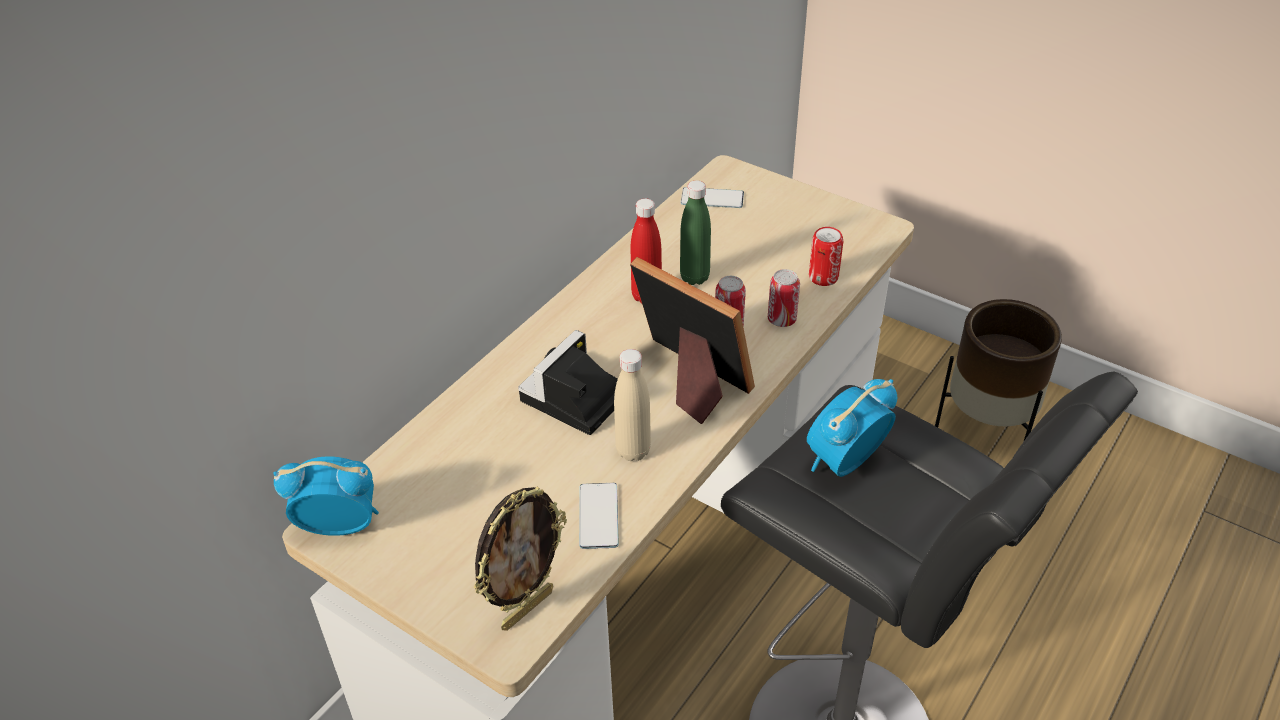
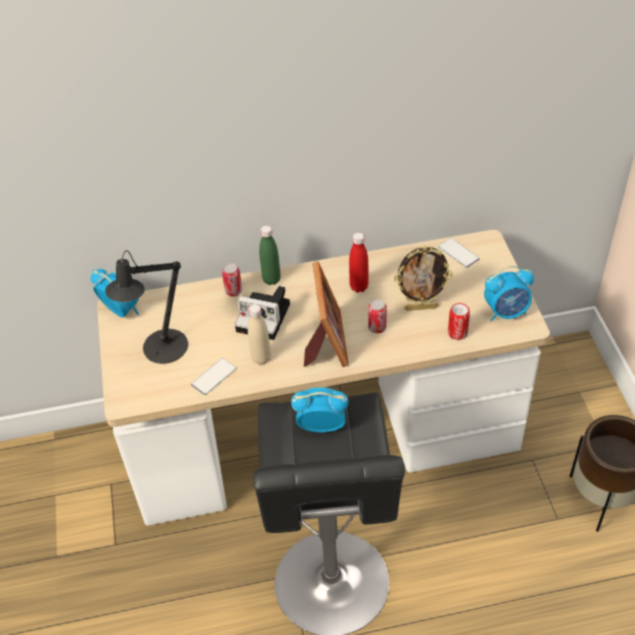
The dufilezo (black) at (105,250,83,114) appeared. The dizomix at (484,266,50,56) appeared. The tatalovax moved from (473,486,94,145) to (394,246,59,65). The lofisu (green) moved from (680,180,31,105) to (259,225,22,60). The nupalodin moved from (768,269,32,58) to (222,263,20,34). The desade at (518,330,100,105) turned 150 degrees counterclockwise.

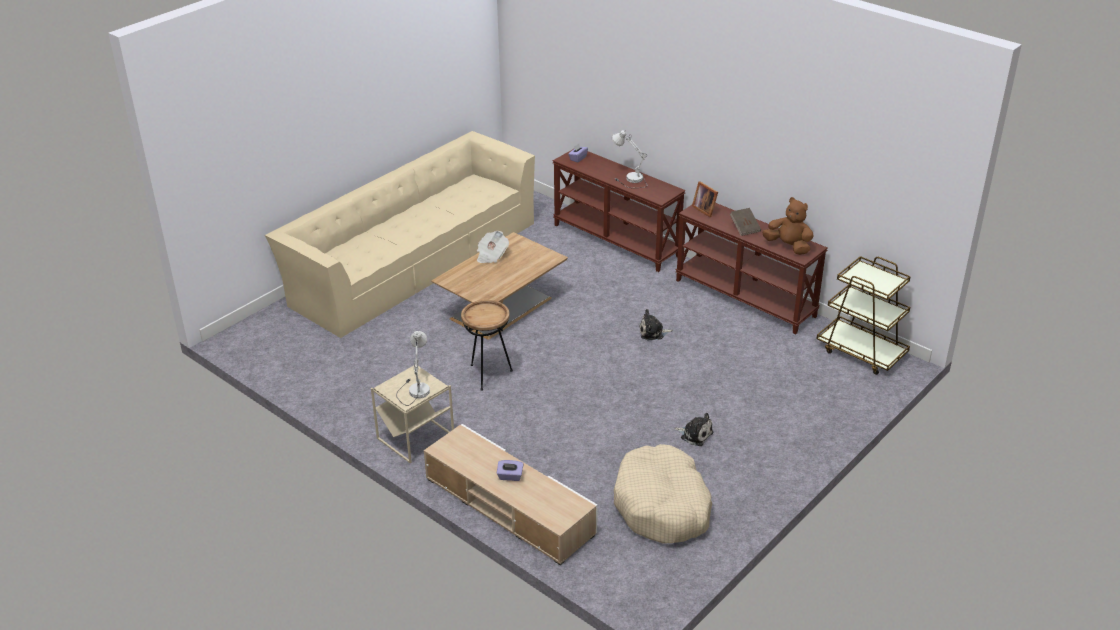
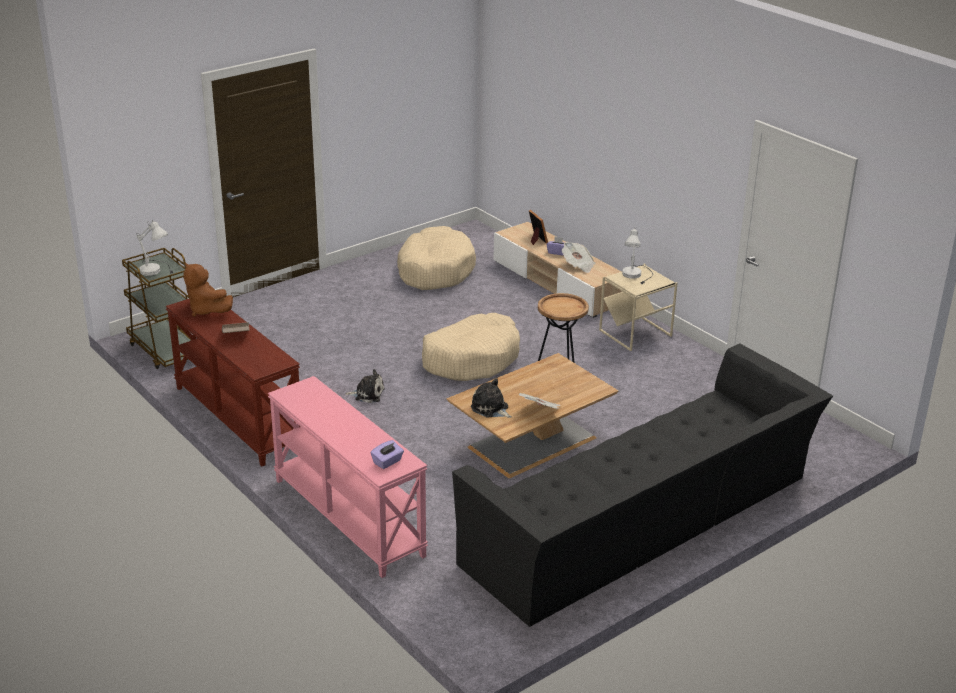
The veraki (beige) at (422,313,98,68) appeared. The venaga at (562,242,34,31) appeared. The dufilezo (white) moved from (612,130,35,58) to (136,220,37,56). The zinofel moved from (674,413,39,33) to (471,378,41,40). The tatalovax moved from (692,181,26,36) to (529,210,19,35). The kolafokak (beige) at (265,131,270,207) became the kolafokak (black) at (452,343,381,284). The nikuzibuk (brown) at (553,148,133,124) became the nikuzibuk (pink) at (268,376,160,202).

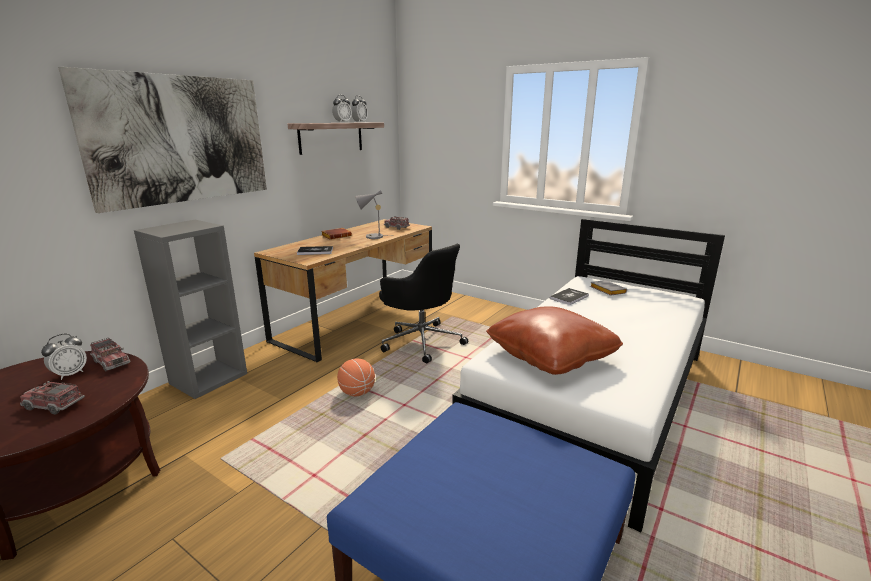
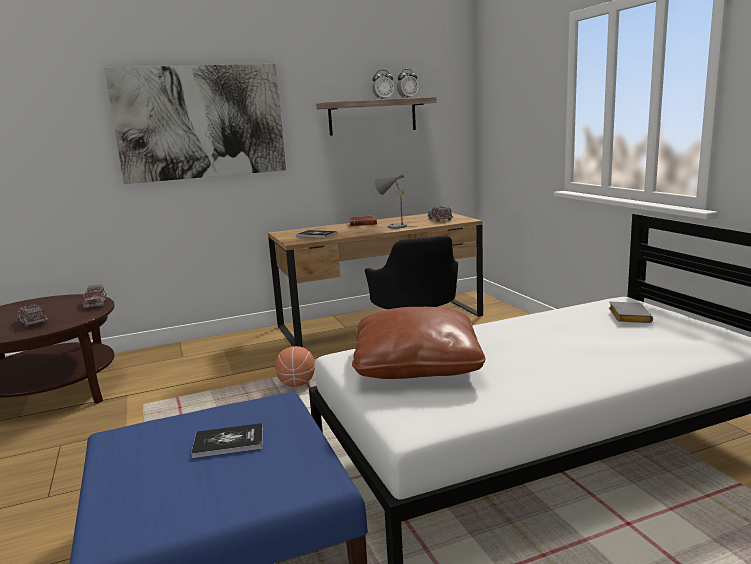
The dizomix at (41,334,46,46) disappeared. The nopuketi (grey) at (134,220,113,179) disappeared. The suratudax moved from (550,288,39,17) to (191,423,72,35).

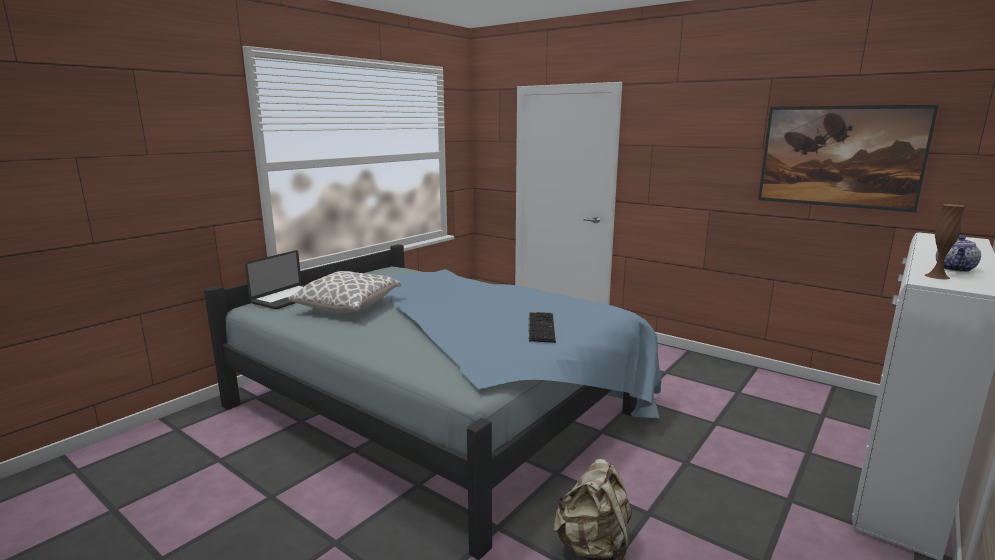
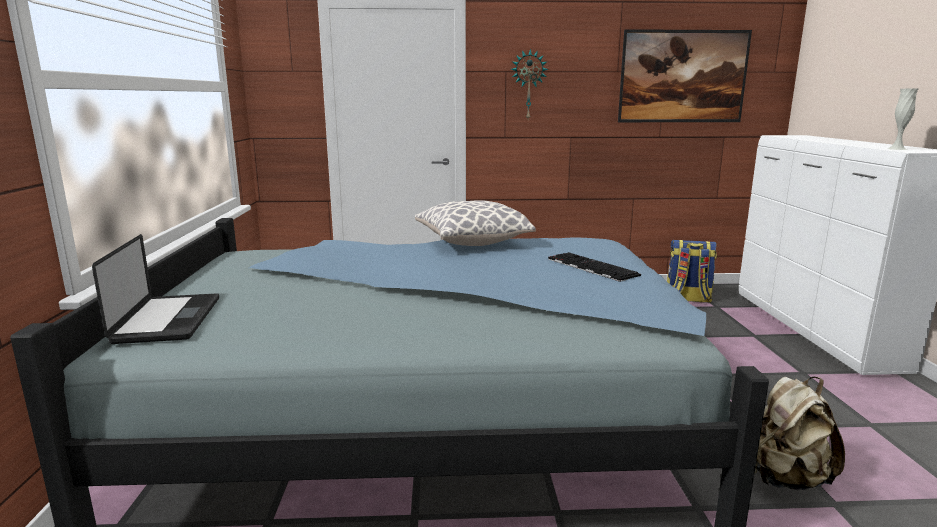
The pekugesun at (936,236,45,36) disappeared. The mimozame at (511,49,38,70) appeared. The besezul at (667,240,50,63) appeared. The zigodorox moved from (288,271,113,42) to (415,200,121,46). The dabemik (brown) at (925,204,40,76) became the dabemik (white) at (888,89,30,61).

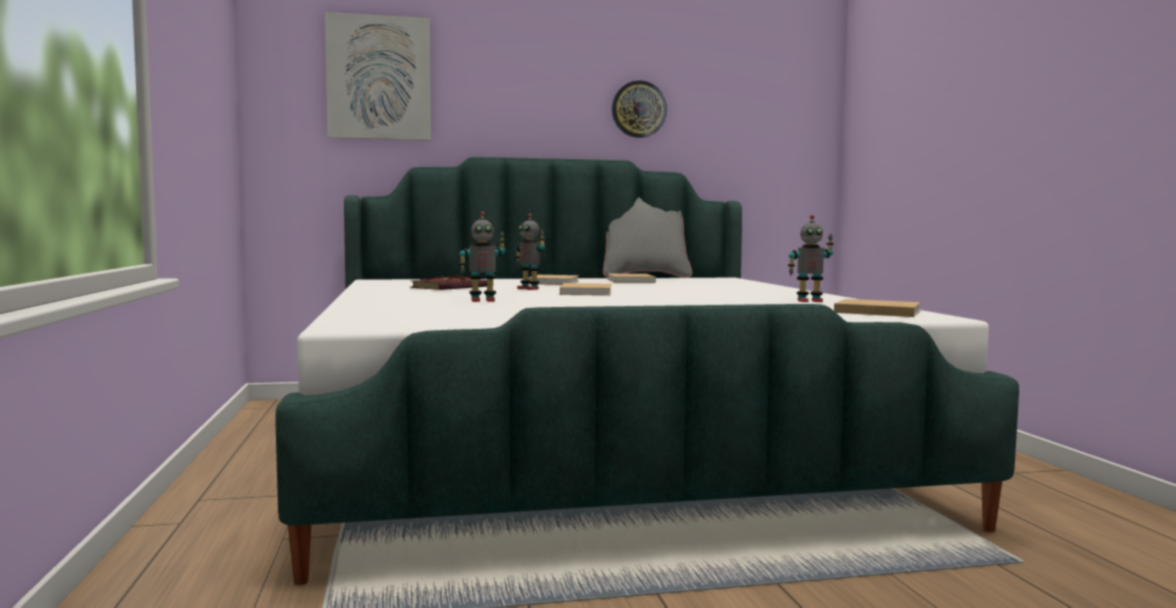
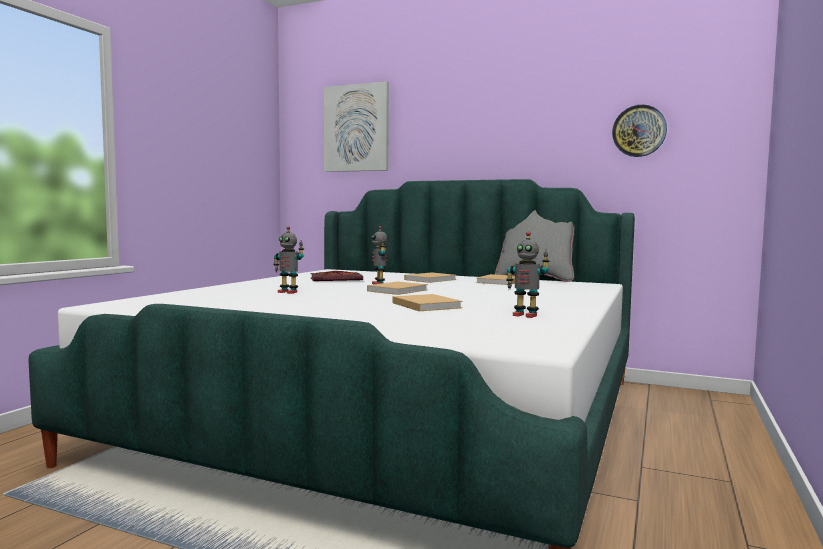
The mimozame moved from (612,80,55,58) to (612,105,55,52). The suratudax (beige) moved from (834,299,87,18) to (393,294,69,17).

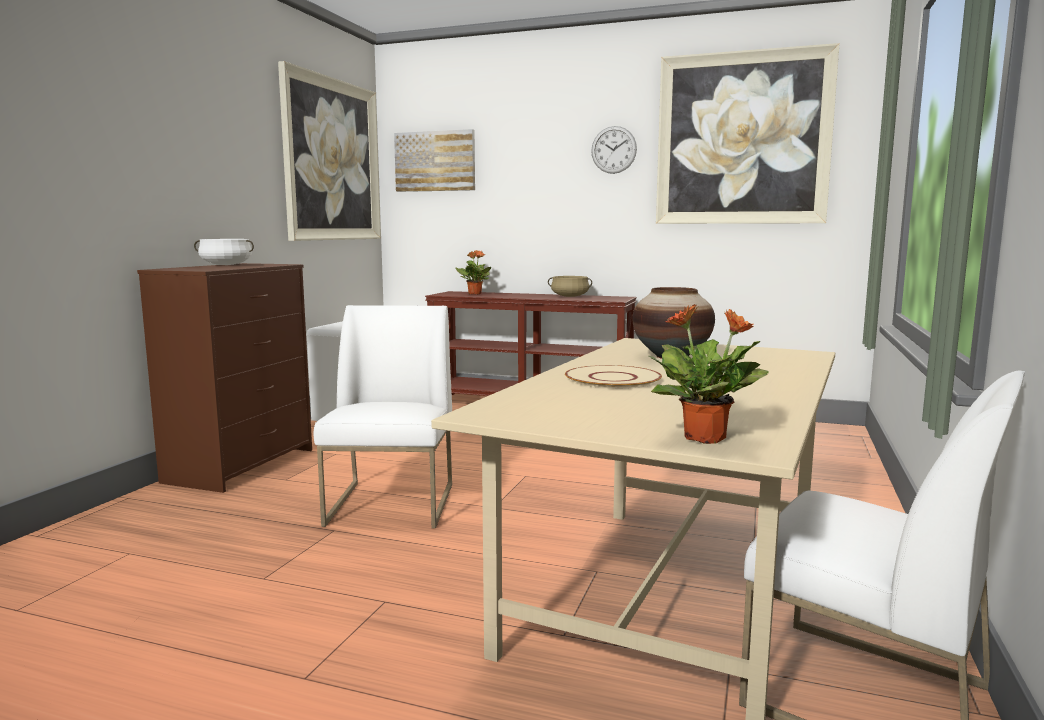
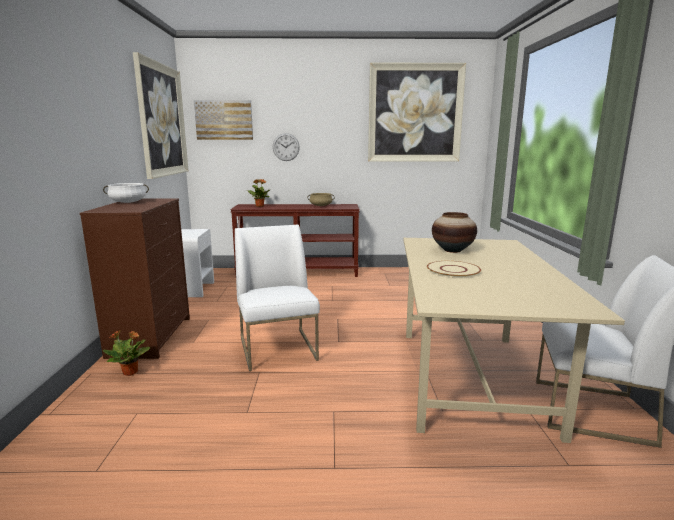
The mimozame moved from (591,126,46,48) to (273,133,27,28). The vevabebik moved from (648,304,121,140) to (103,330,47,46).

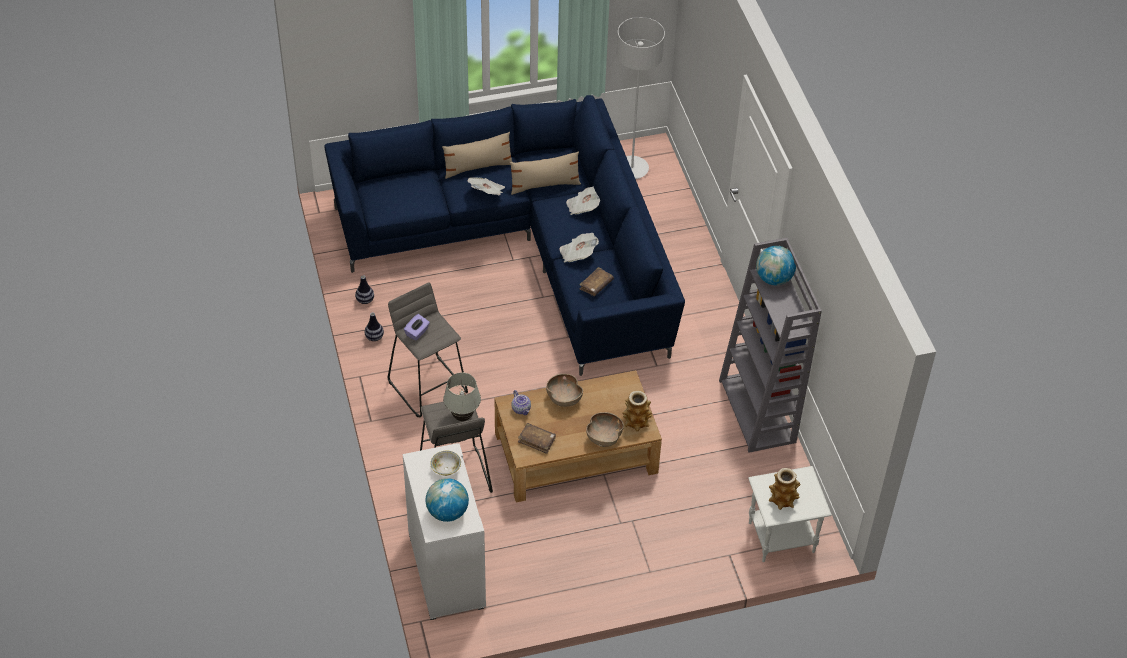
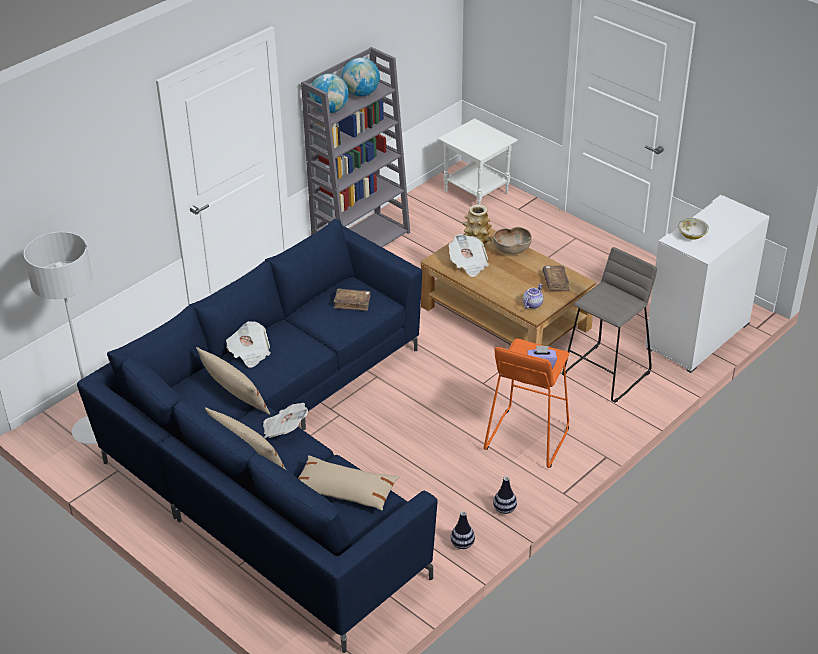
The dufilezo (white) at (443,372,38,49) disappeared. The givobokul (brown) at (546,374,37,33) disappeared. The dabemik at (769,468,31,42) disappeared. The zigodorox (beige) at (298,455,102,55) appeared. The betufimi moved from (426,478,43,44) to (341,57,39,40). The venaga moved from (559,233,40,30) to (449,234,40,43). The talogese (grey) at (388,282,80,135) became the talogese (orange) at (484,338,85,130).

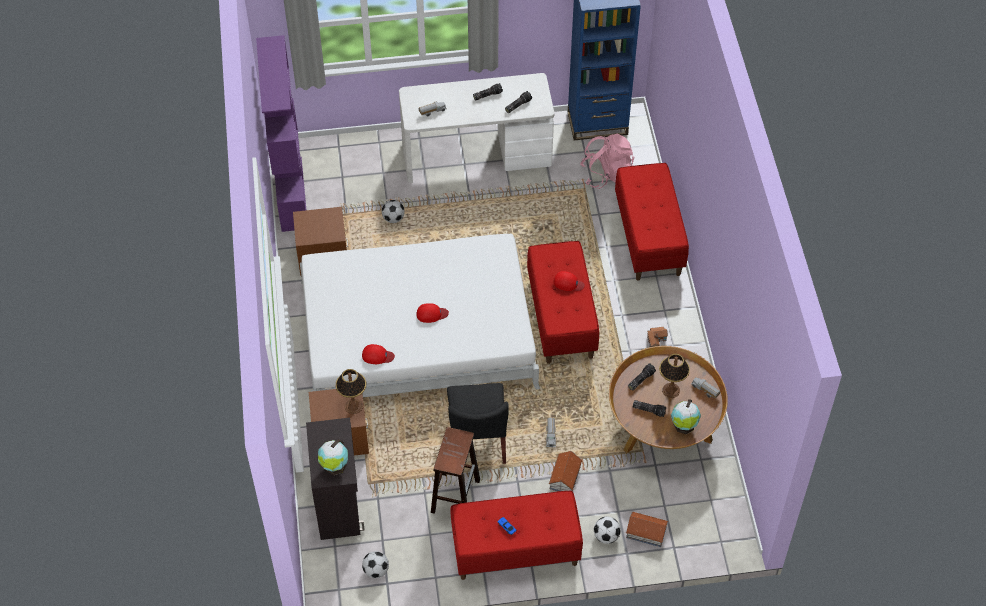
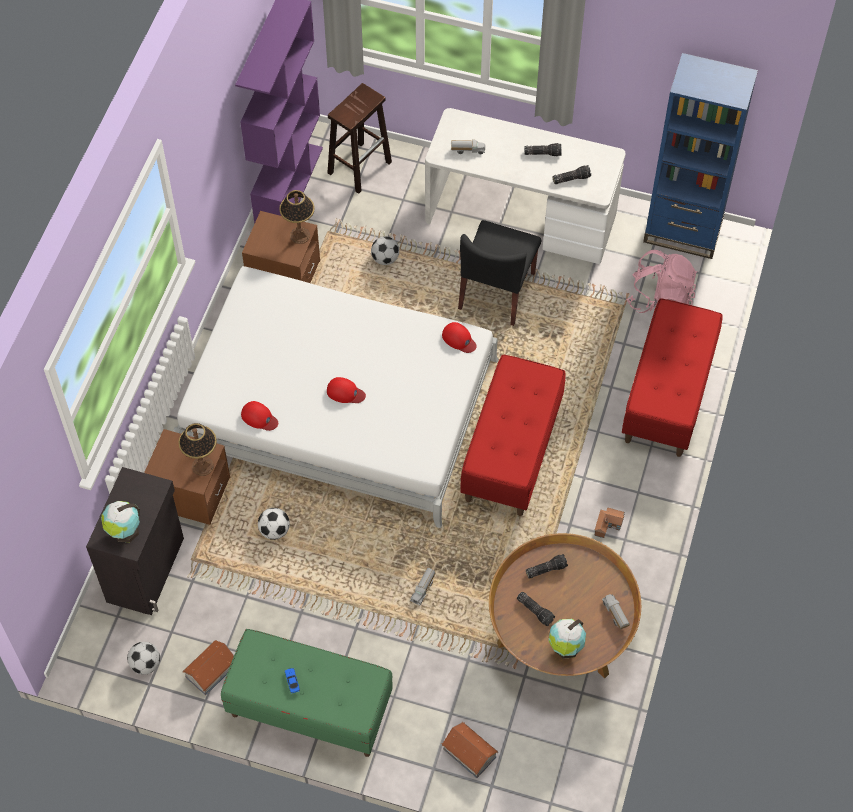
The talogese (brown) moved from (431,427,49,87) to (327,83,65,111). The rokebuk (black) moved from (447,383,62,81) to (458,220,83,106). The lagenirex moved from (549,451,33,40) to (183,640,51,55). The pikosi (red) moved from (554,271,31,20) to (442,322,35,31). The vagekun moved from (594,517,27,27) to (258,508,32,32). The dufilezo moved from (659,354,31,44) to (279,190,36,54). The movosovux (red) at (450,491,133,89) became the movosovux (green) at (221,629,172,128).

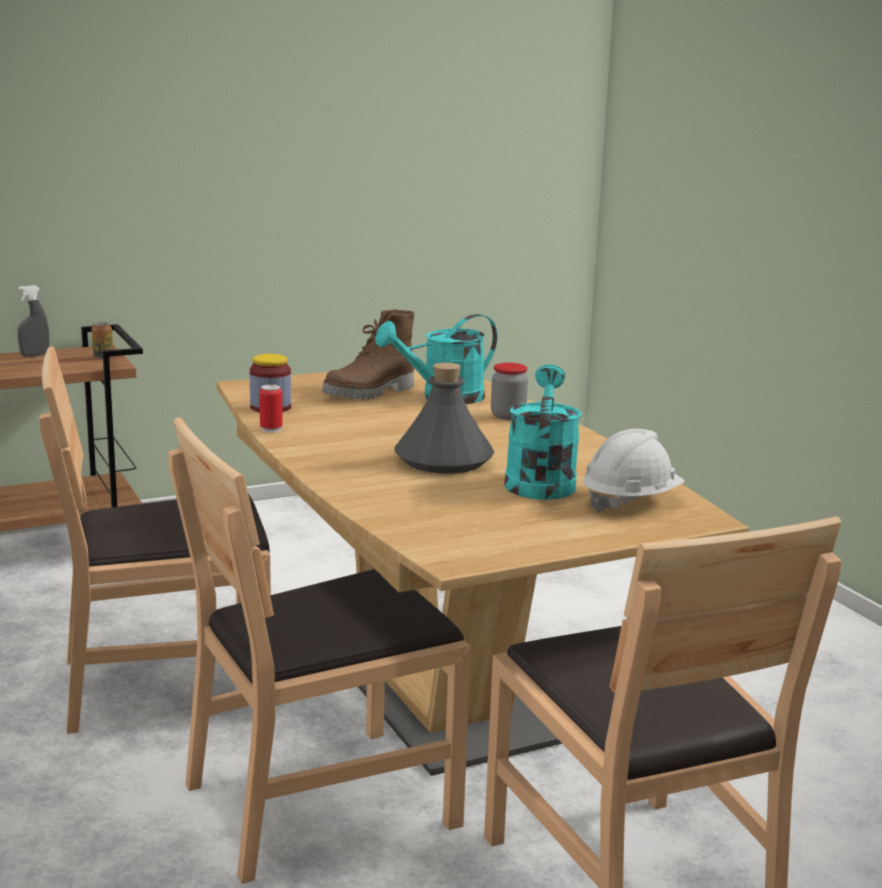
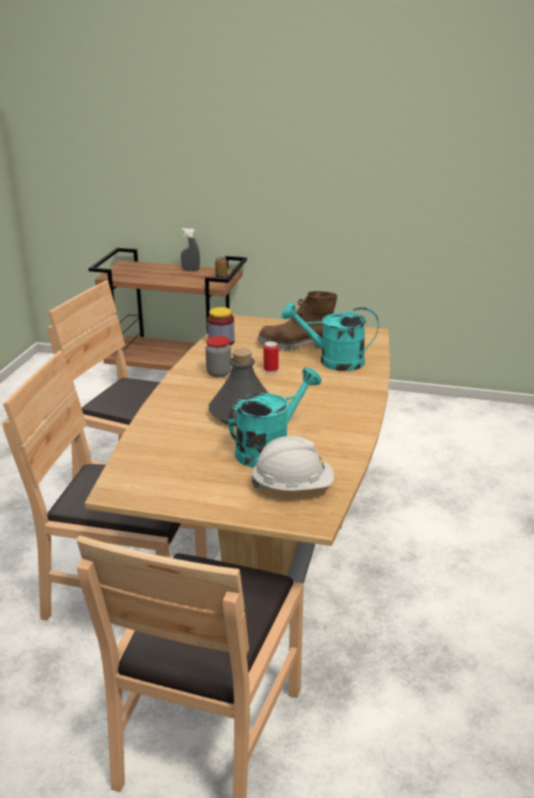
The nupalodin moved from (259,384,24,48) to (264,341,15,32). The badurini moved from (491,363,37,57) to (205,336,26,41).

